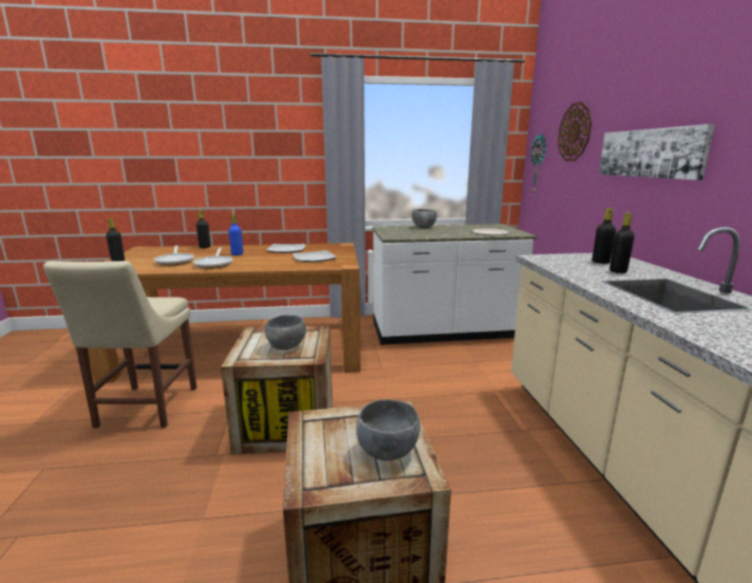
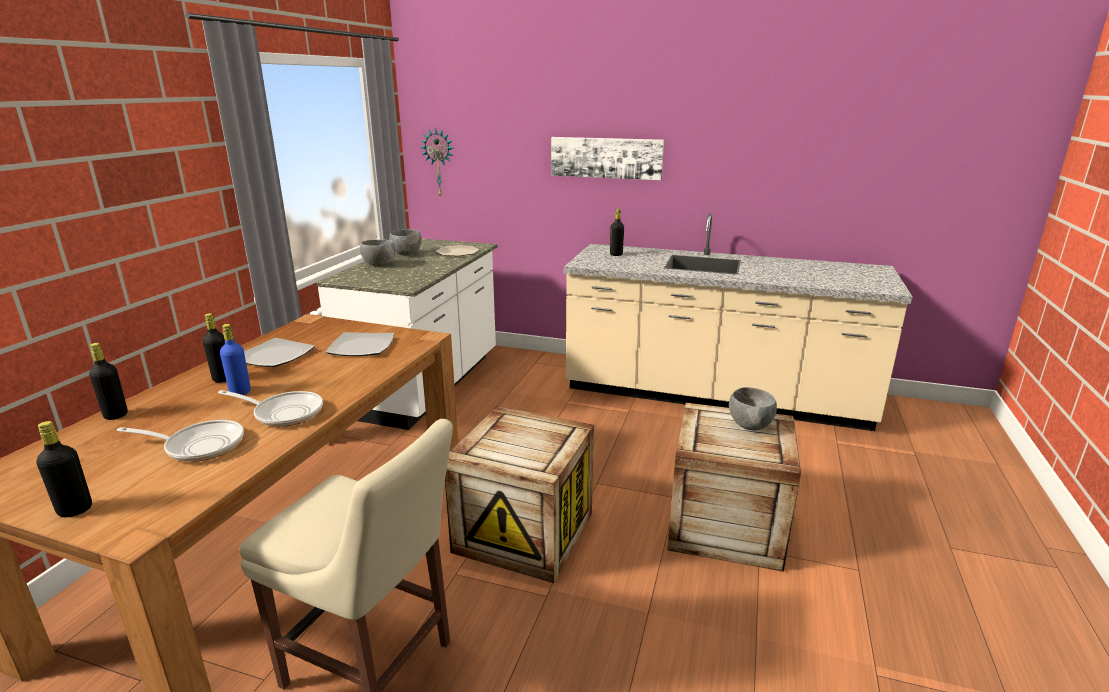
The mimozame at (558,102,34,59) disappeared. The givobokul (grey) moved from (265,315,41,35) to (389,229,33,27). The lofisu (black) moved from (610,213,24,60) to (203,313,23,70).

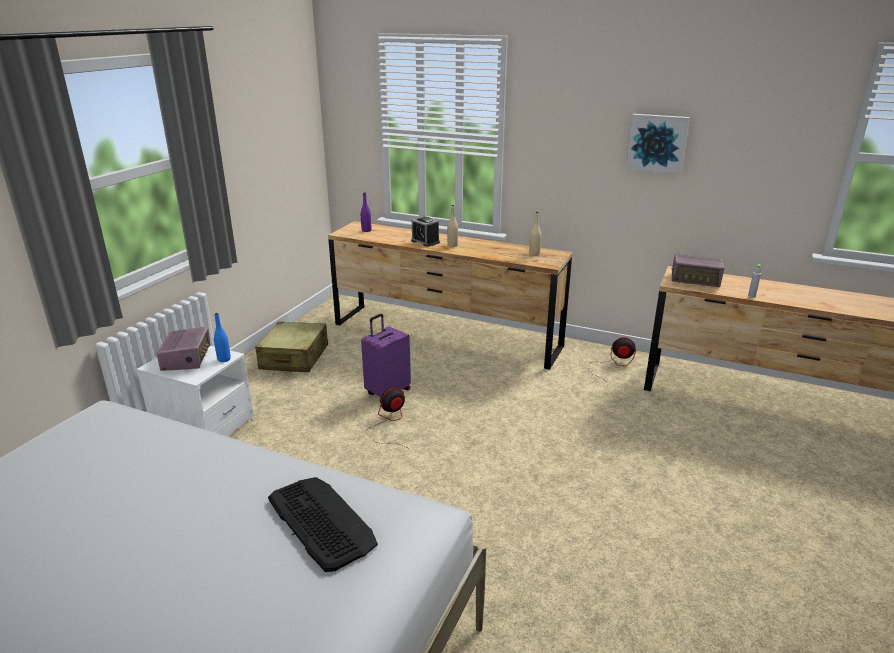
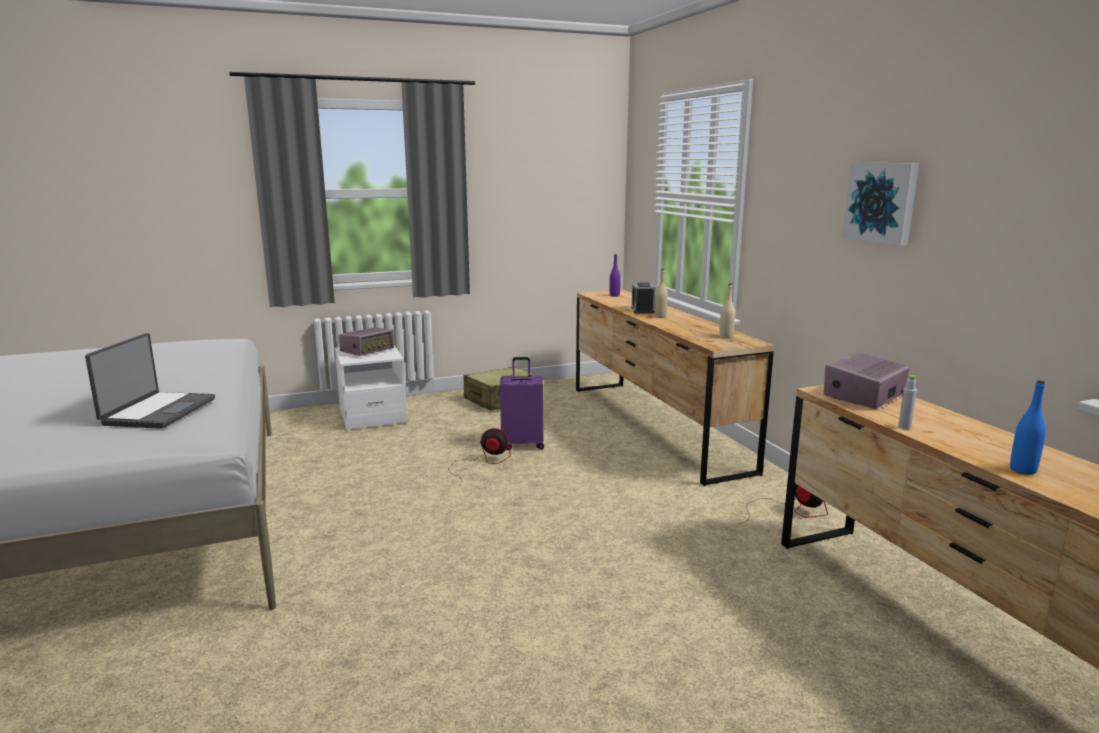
The lofisu (blue) moved from (214,313,17,49) to (1010,380,36,95). The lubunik at (268,477,110,95) was replaced by the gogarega at (85,333,130,96). The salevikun at (672,254,52,33) turned 75 degrees clockwise.

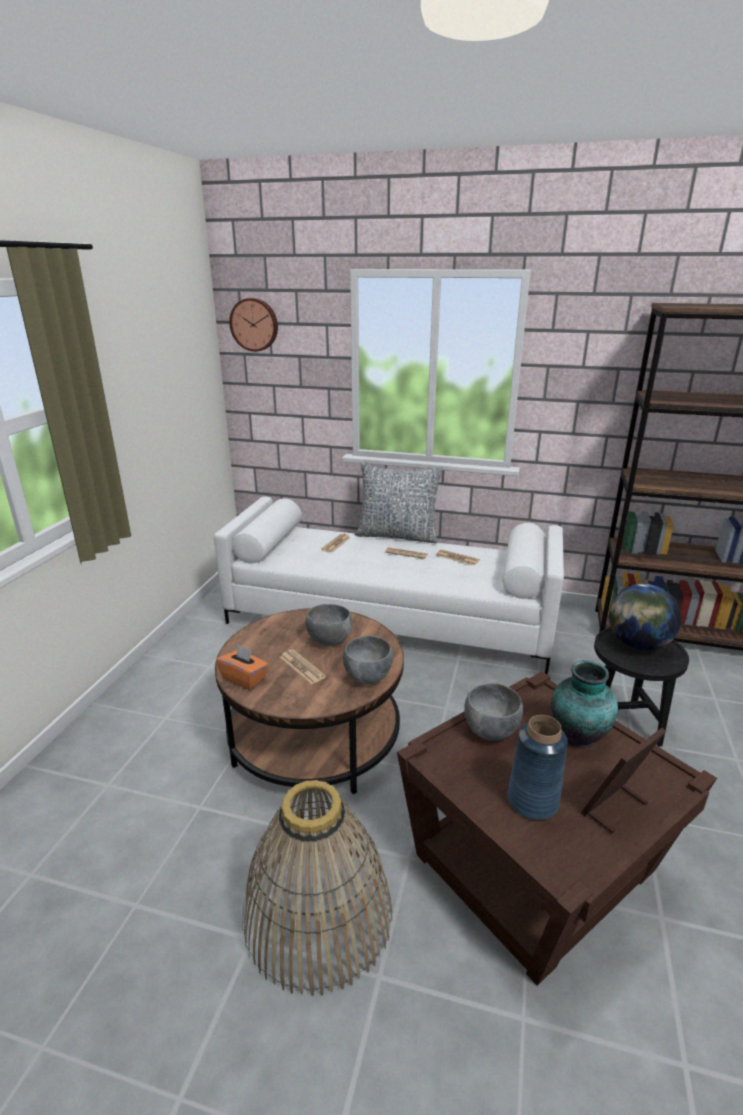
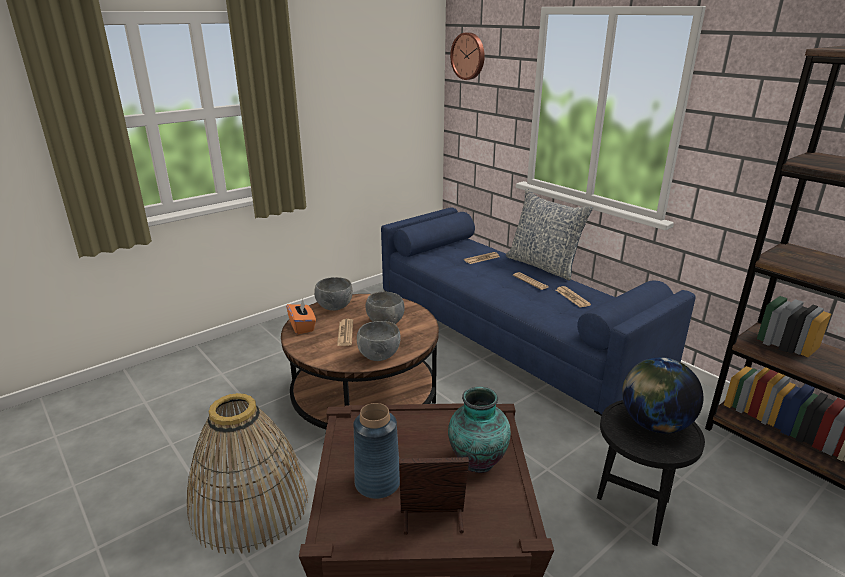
The givobokul (grey) moved from (464,683,59,58) to (314,277,39,34). The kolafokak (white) at (214,497,350,177) became the kolafokak (blue) at (381,207,315,209).

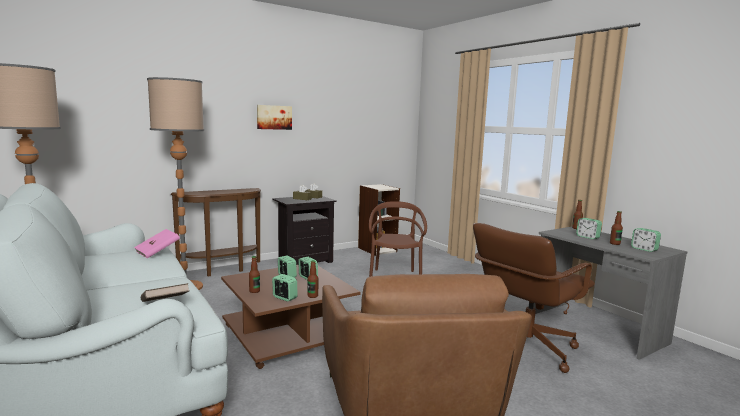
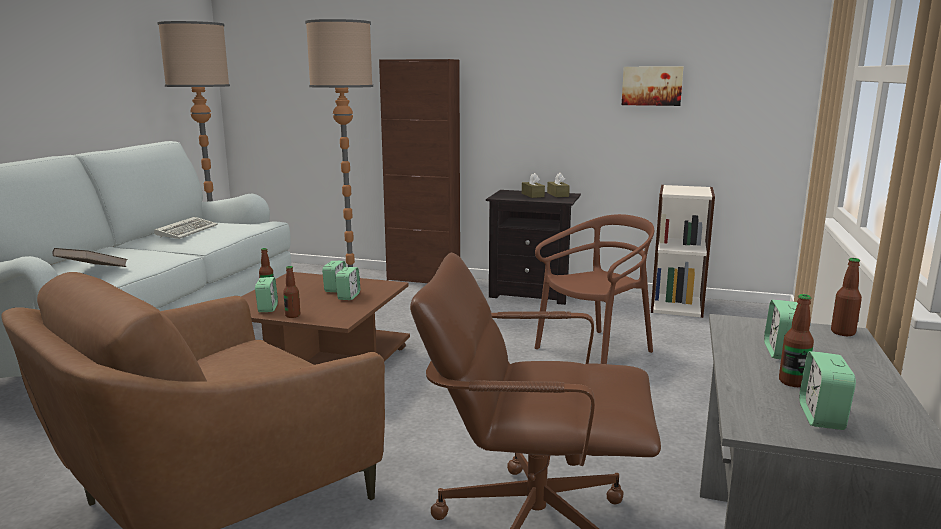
The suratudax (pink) at (134,229,46,29) disappeared. The lubunik at (154,217,64,22) appeared. The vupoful moved from (257,105,35,25) to (622,67,61,39). The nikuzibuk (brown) at (171,188,90,89) was replaced by the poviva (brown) at (379,59,81,224).

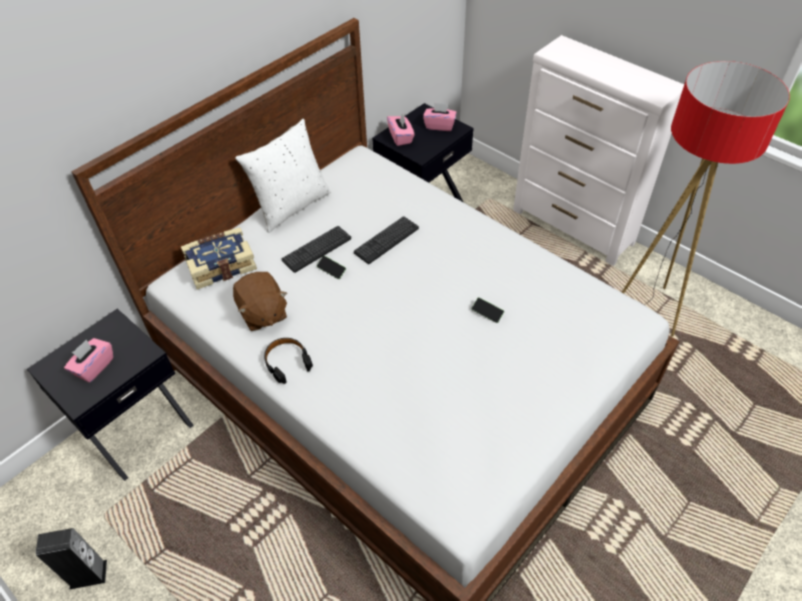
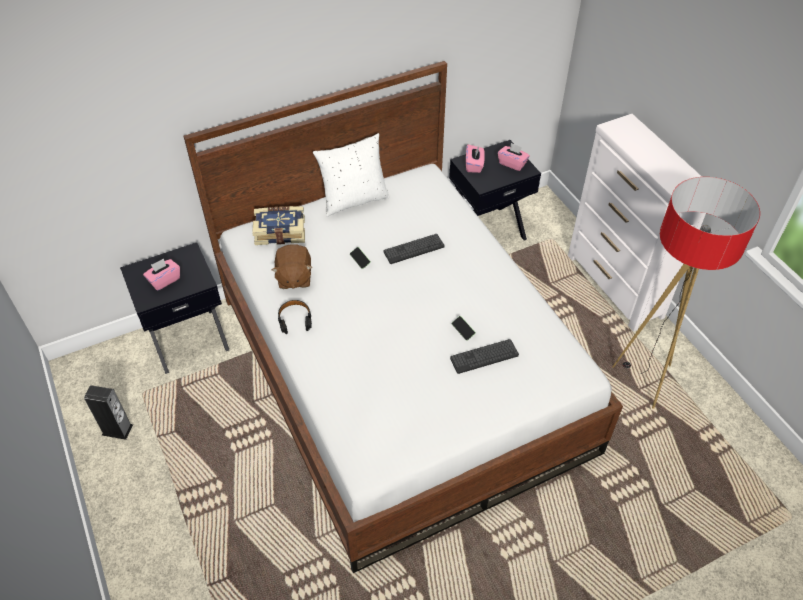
The lubunik moved from (282,226,69,47) to (450,339,69,35).

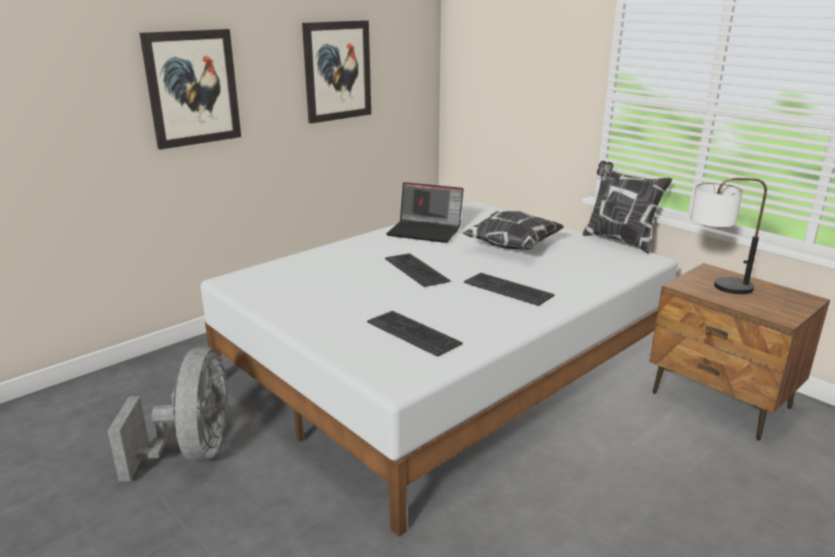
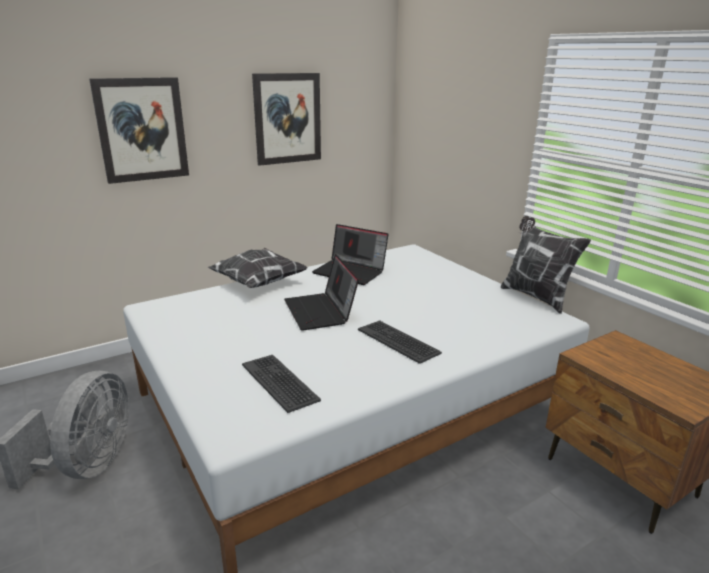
The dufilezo at (690,178,77,116) disappeared. The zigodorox moved from (462,211,102,39) to (208,248,99,40). The lubunik at (385,253,65,34) was replaced by the gogarega at (284,254,75,77).

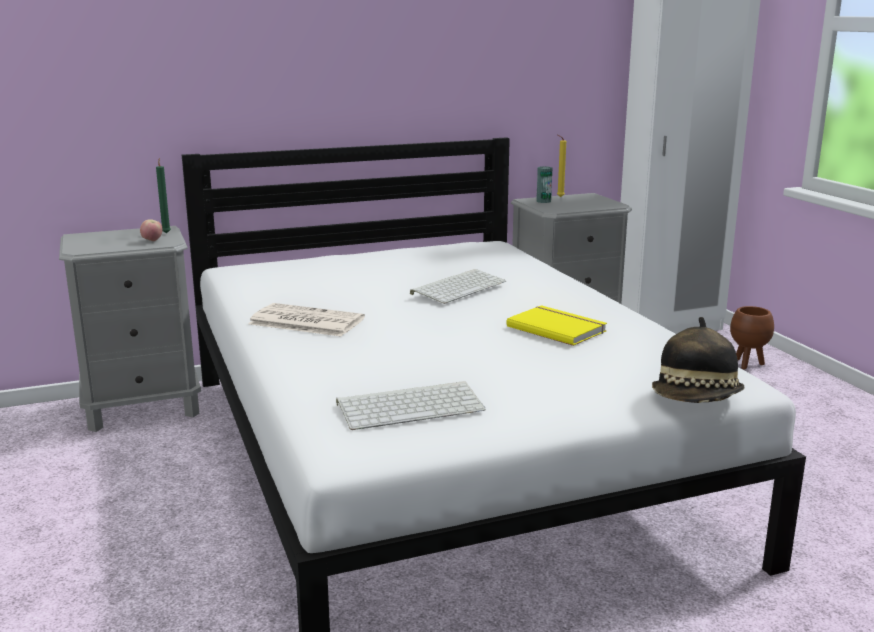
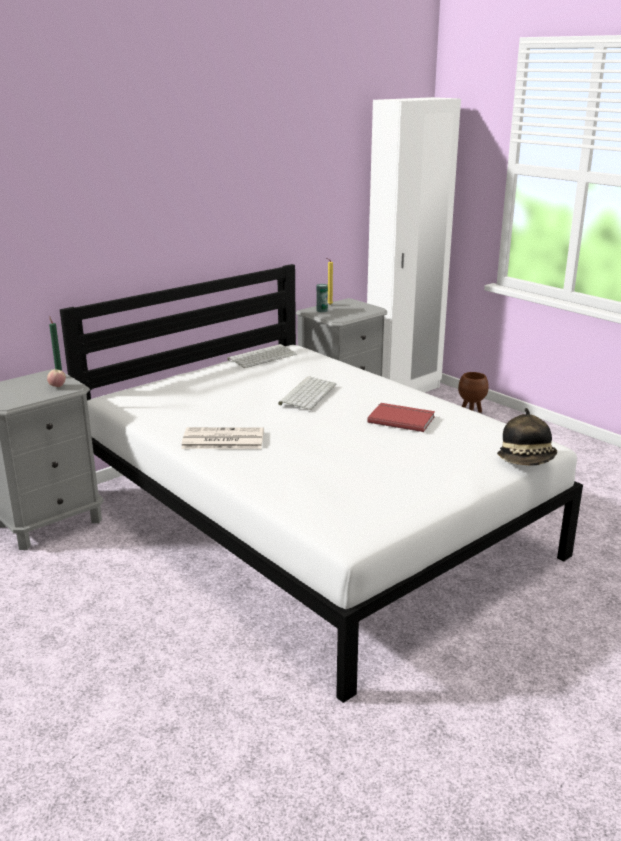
The lubunik moved from (336,381,150,49) to (227,344,70,24). The suratudax (yellow) at (507,305,100,41) became the suratudax (red) at (367,403,68,29).

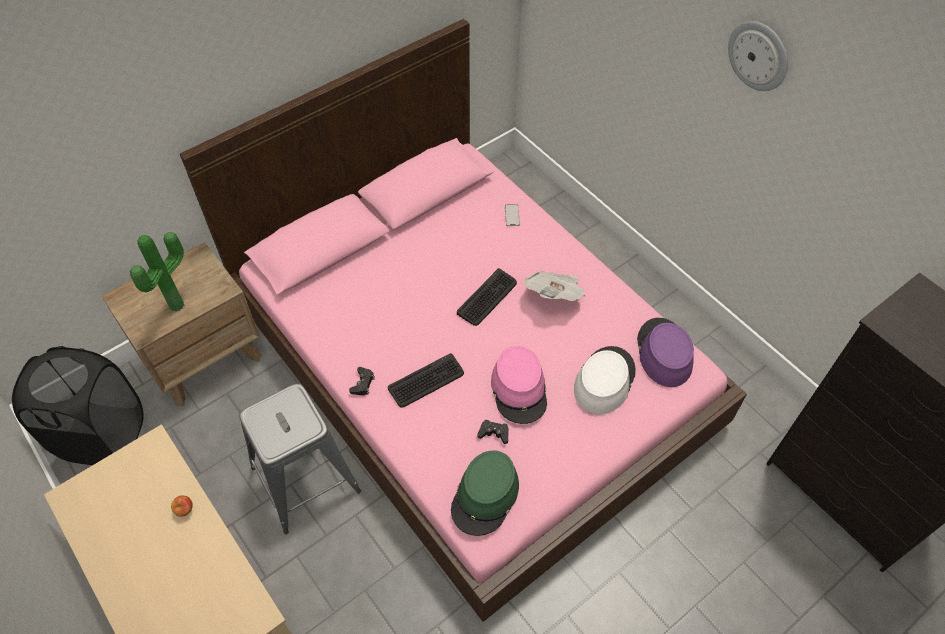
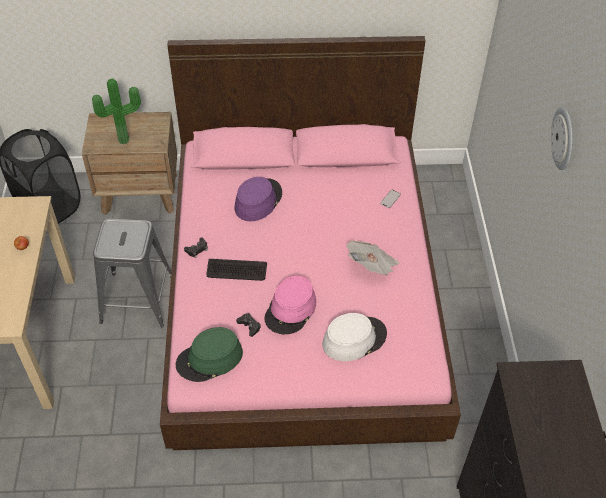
The lubunik at (457,268,60,58) disappeared. The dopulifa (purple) moved from (637,318,57,69) to (235,177,47,44).

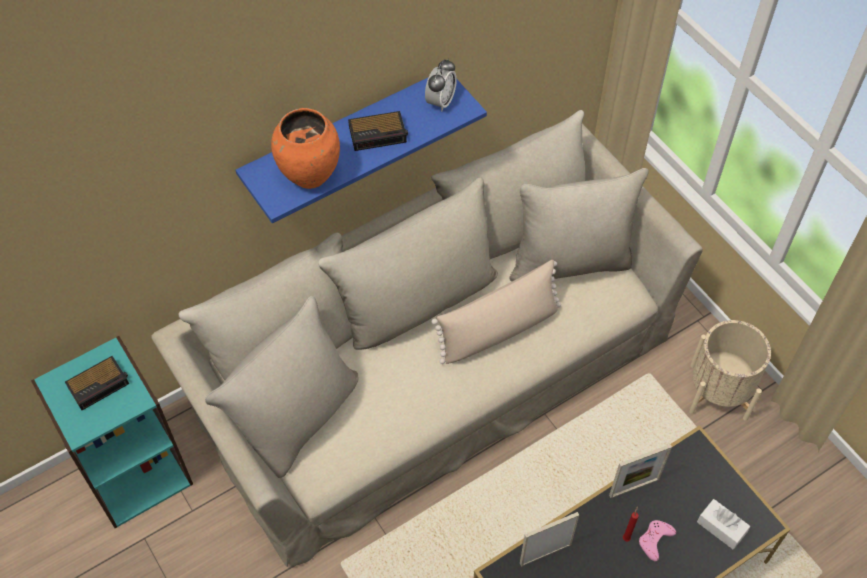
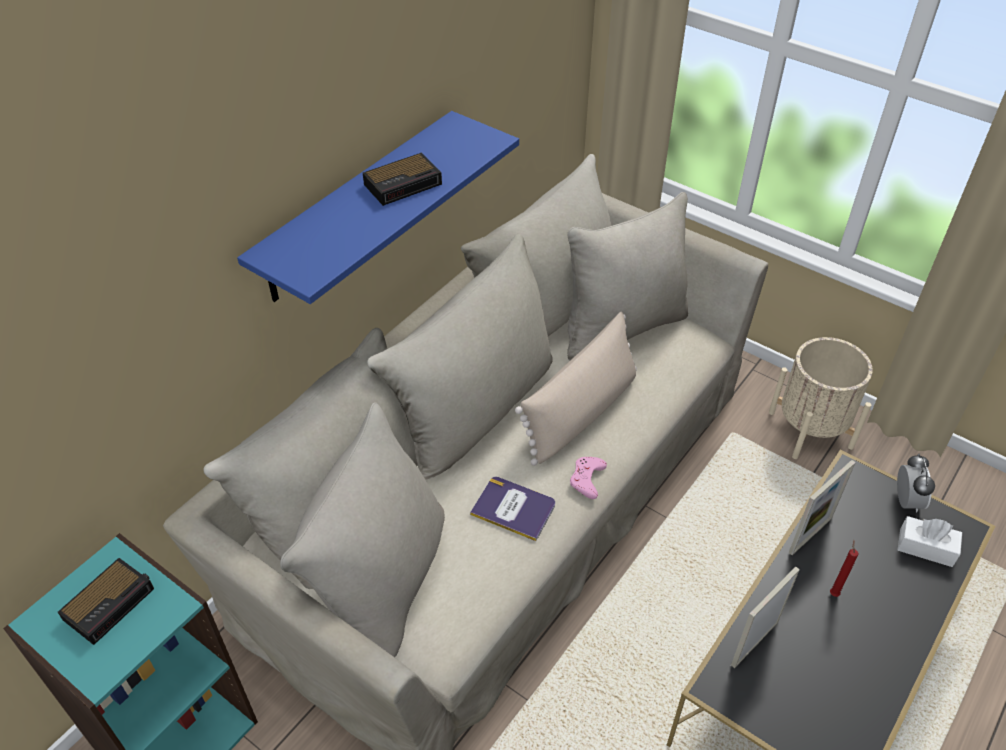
The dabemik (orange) at (271,108,69,81) disappeared. The suratudax at (470,477,85,64) appeared. The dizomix moved from (425,59,32,52) to (897,454,38,59). The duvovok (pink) moved from (639,520,37,41) to (570,457,37,42).

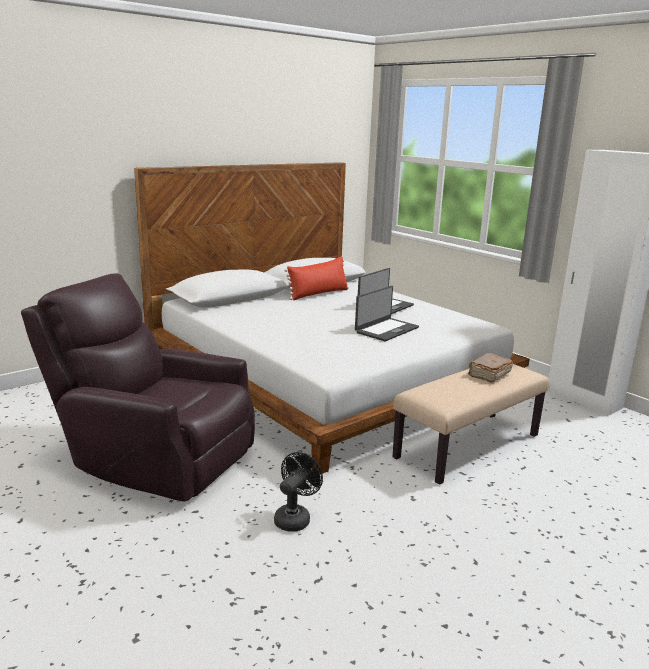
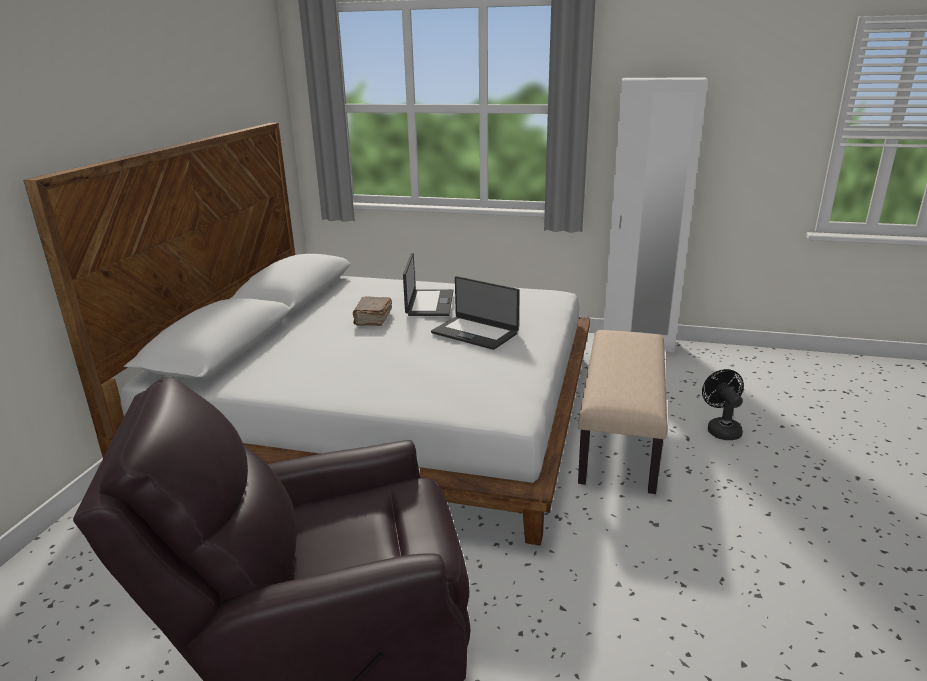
The zigodorox (red) at (284,256,65,44) disappeared. The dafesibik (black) moved from (274,452,49,80) to (702,369,42,71). The suratudax (brown) moved from (468,353,45,30) to (353,296,39,30). The gogarega at (355,286,64,55) turned 120 degrees clockwise.

